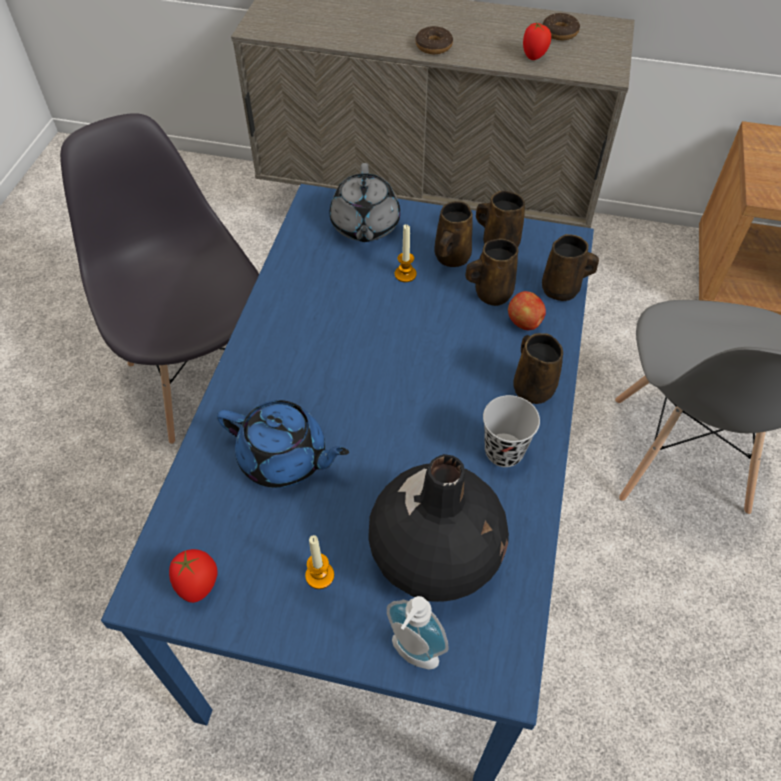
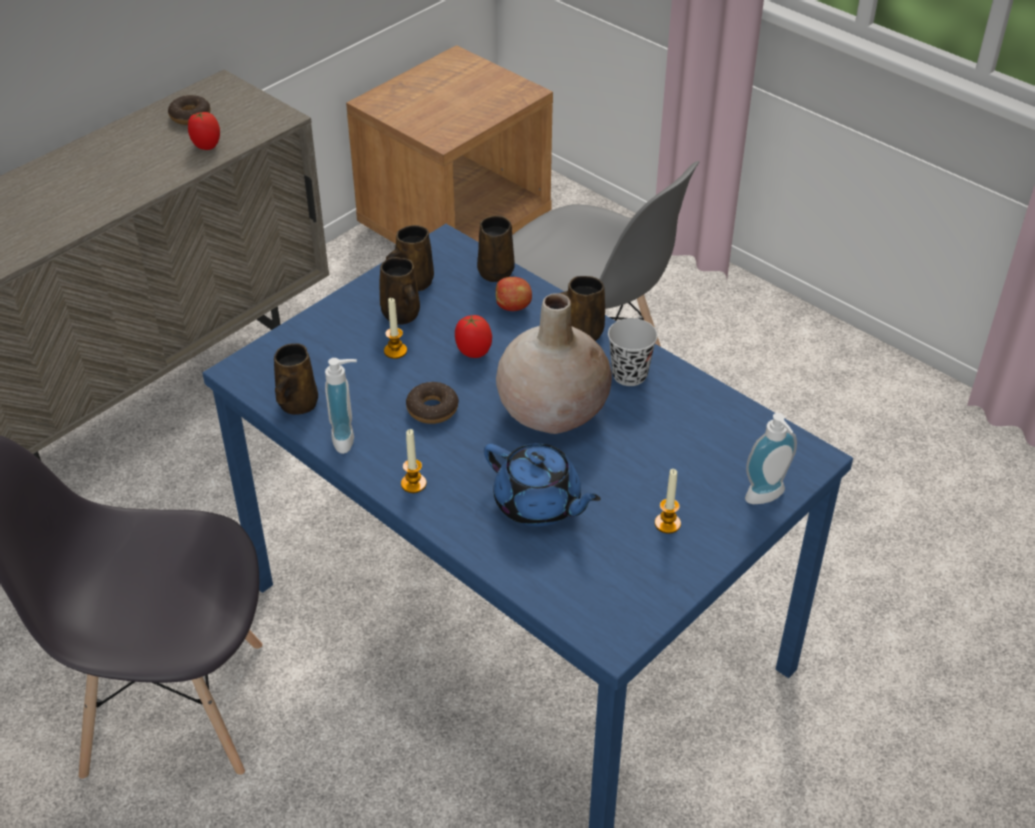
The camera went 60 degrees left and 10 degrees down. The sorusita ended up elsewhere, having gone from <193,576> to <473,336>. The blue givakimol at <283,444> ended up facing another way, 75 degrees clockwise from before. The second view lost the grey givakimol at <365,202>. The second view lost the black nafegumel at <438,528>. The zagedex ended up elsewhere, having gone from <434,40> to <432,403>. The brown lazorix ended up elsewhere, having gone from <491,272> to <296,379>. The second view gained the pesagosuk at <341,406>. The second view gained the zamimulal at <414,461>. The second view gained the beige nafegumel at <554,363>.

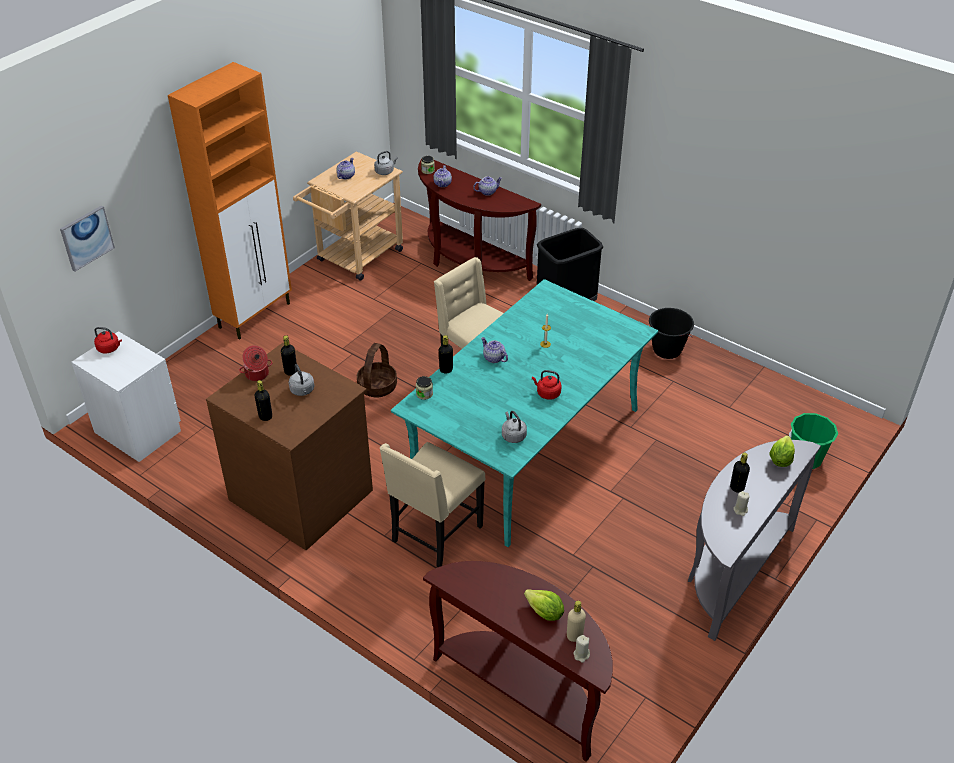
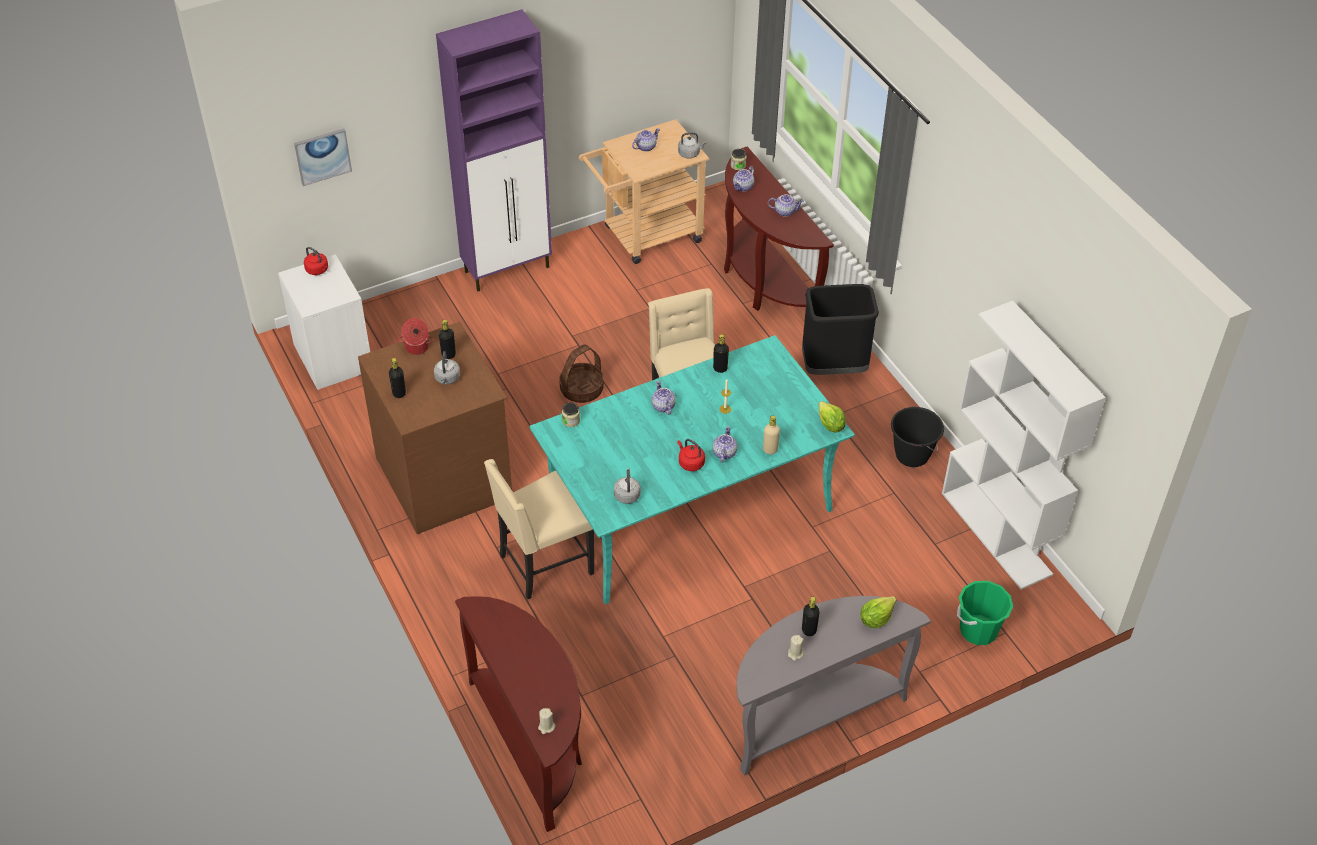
The camera went 25 degrees right and 5 degrees up. What was the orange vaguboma at <230,201> turned into the purple vaguboma at <494,150>. The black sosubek ended up elsewhere, having gone from <446,354> to <721,353>. The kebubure ended up elsewhere, having gone from <544,605> to <832,417>. The beige sosubek ended up elsewhere, having gone from <576,621> to <771,435>. The second view gained the givakimol at <725,444>. The second view gained the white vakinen at <1024,445>.

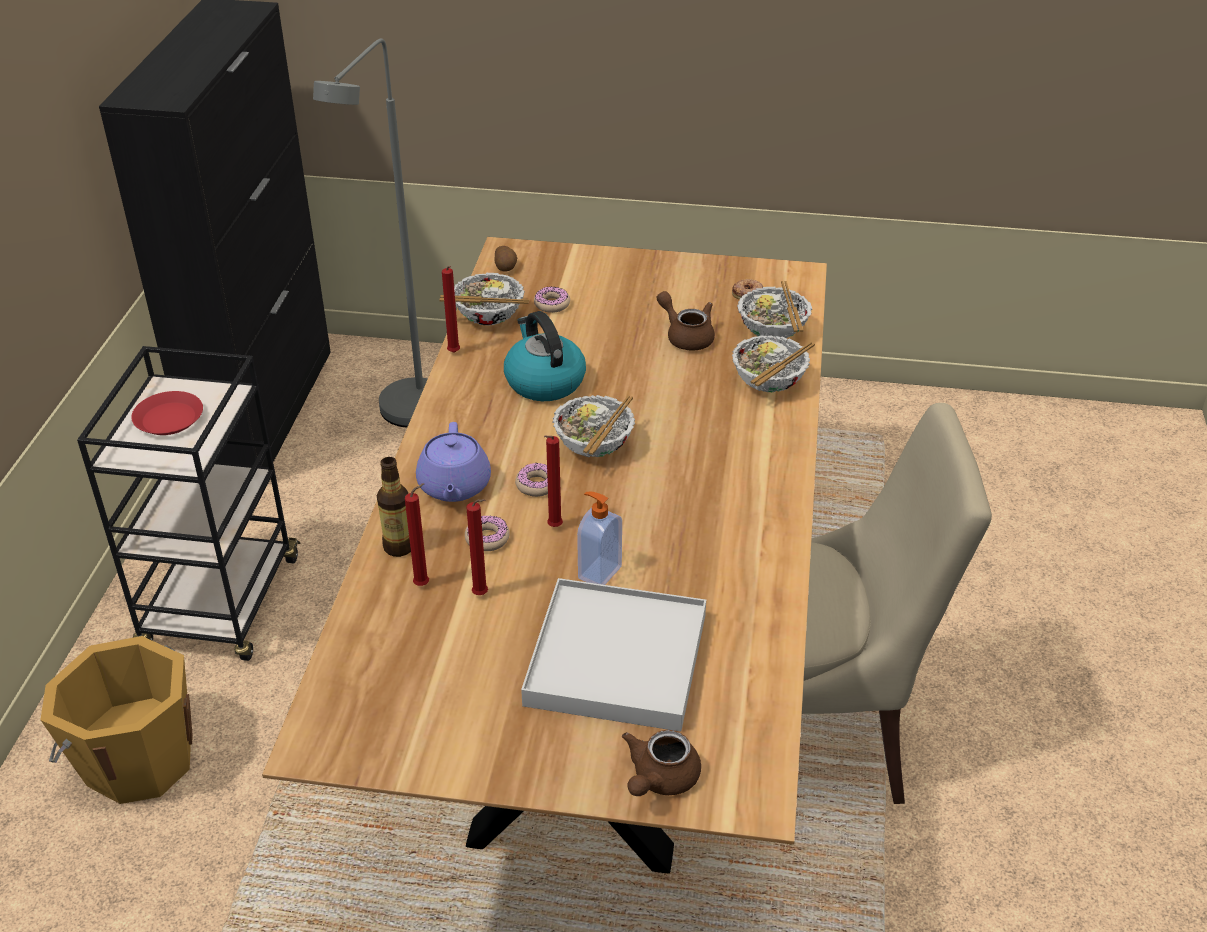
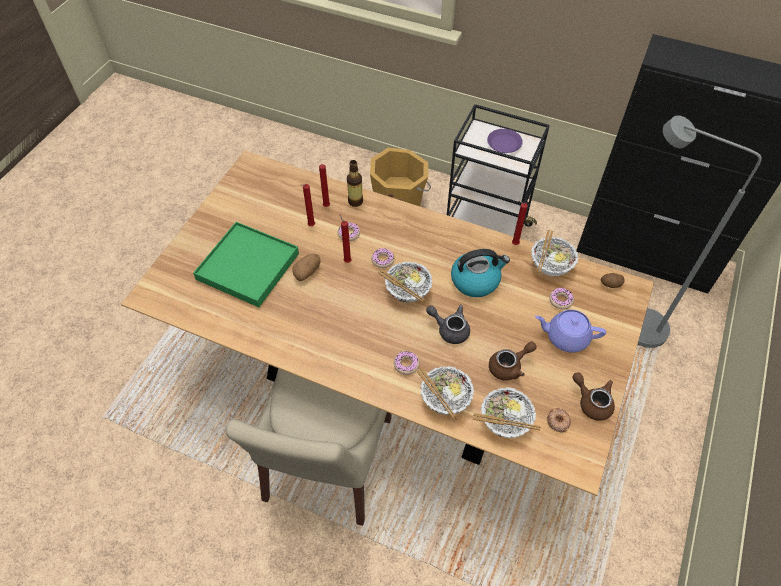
The camera went 105 degrees right and 15 degrees up. What was the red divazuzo at <167,413> turned into the purple divazuzo at <505,141>. The purple givakimol ended up elsewhere, having gone from <453,462> to <570,331>. What was the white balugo at <613,655> turned into the green balugo at <246,264>. Where the pesagosuk stood at <599,538>, the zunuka came to stand at <306,267>. The brown givakimol ended up elsewhere, having gone from <661,763> to <594,396>. The second view gained the zagedex at <407,363>. The second view gained the grey givakimol at <448,324>.

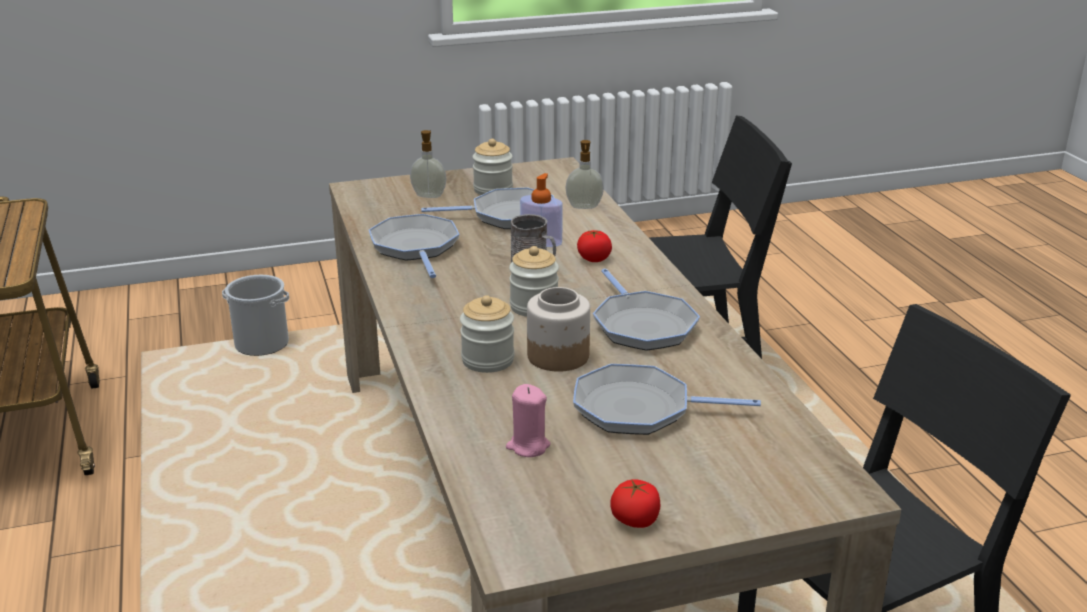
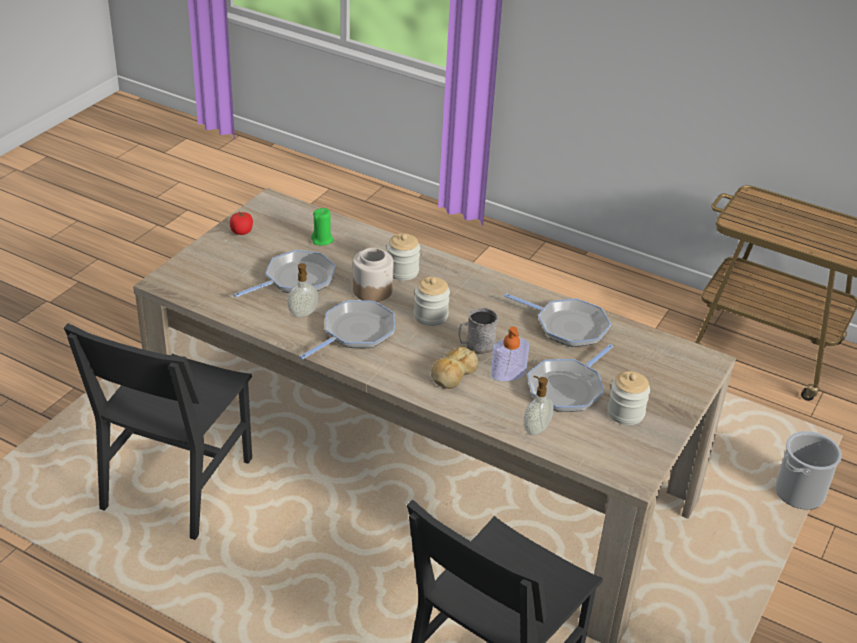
The camera went 135 degrees right and 10 degrees up. The pesagosuk ended up elsewhere, having gone from <428,164> to <302,290>. What was the pink zamimulal at <528,420> turned into the green zamimulal at <322,227>. Where the sorusita stood at <594,246>, the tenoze came to stand at <454,368>. The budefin at <646,310> ended up facing another way, 105 degrees clockwise from before.

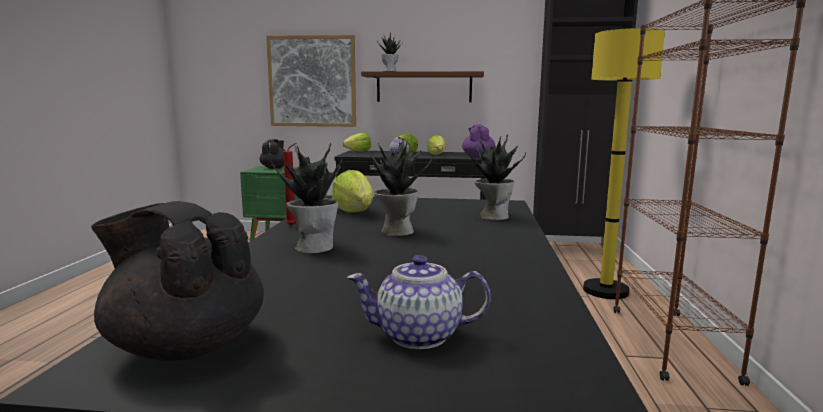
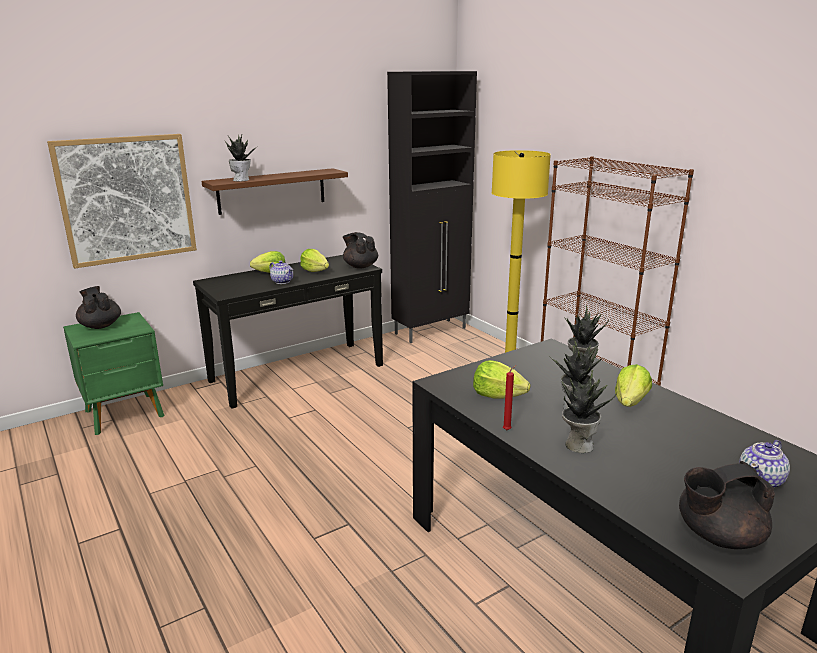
The camera went 40 degrees left and 10 degrees up. The kebubure ended up elsewhere, having gone from <357,142> to <633,385>. What was the purple givakimol at <479,140> turned into the black givakimol at <360,250>.

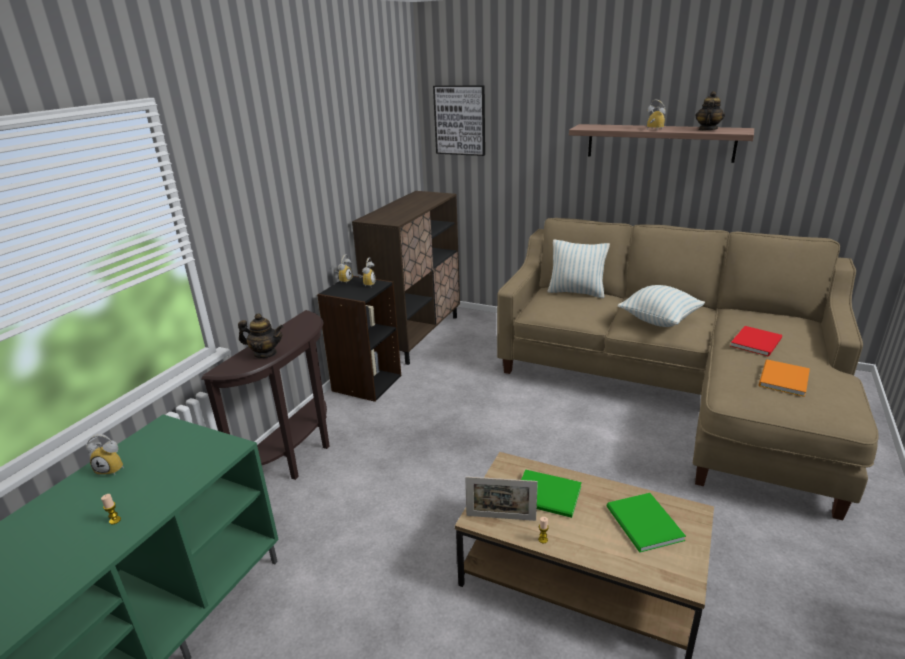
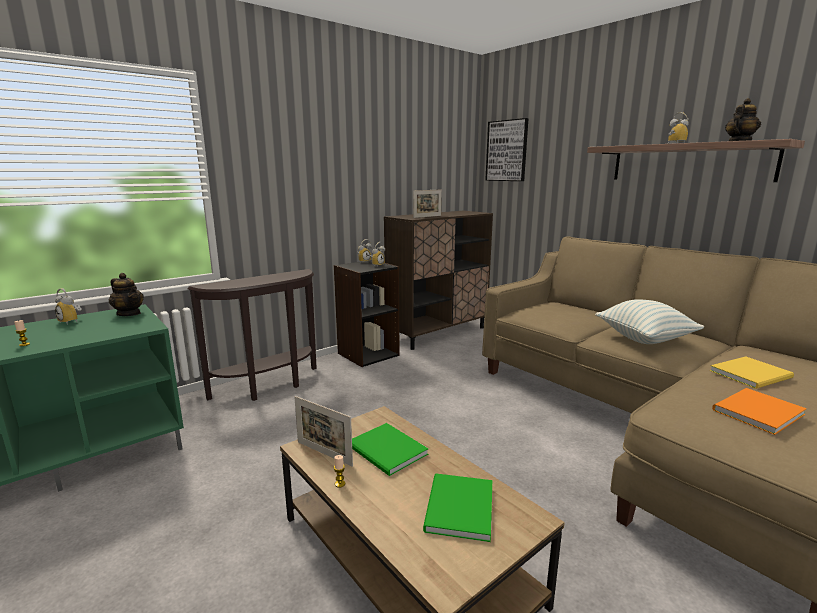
The camera went 25 degrees right and 10 degrees down. The givakimol ended up elsewhere, having gone from <260,335> to <126,294>. The second view lost the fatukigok at <579,268>. What was the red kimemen at <756,341> turned into the yellow kimemen at <752,372>. The second view gained the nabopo at <427,204>.

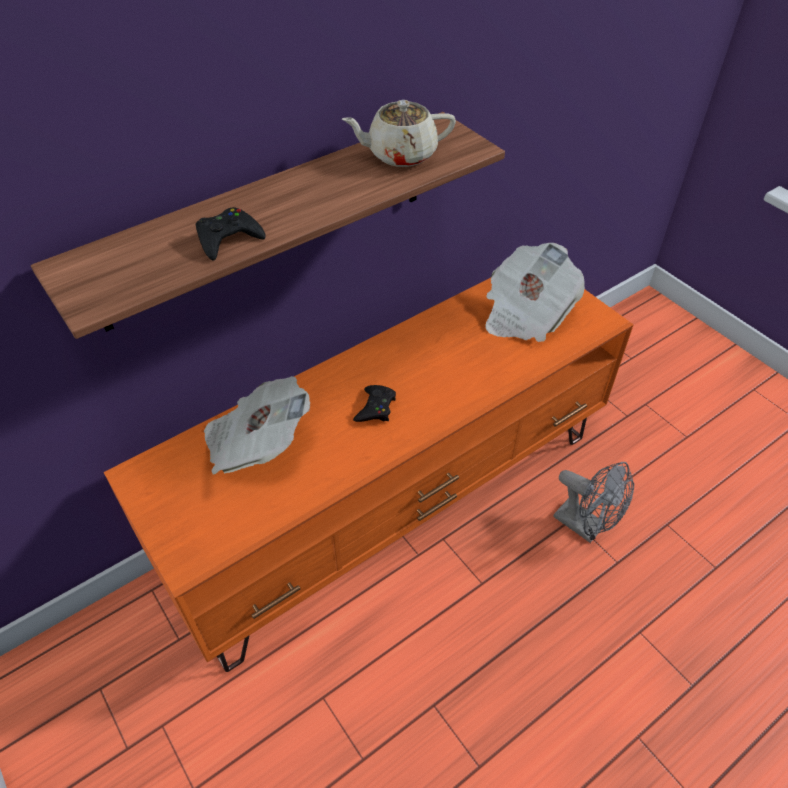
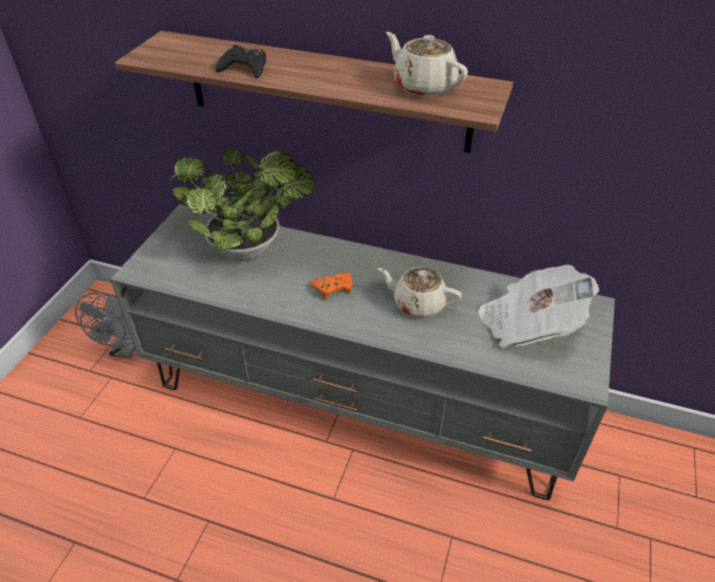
The camera went 55 degrees right and 5 degrees down. What was the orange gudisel at <369,475> turned into the grey gudisel at <362,352>. Where the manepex stood at <257,425>, the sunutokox came to stand at <241,204>. What was the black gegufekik at <374,403> turned into the orange gegufekik at <331,286>. The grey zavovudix ended up elsewhere, having gone from <594,502> to <105,325>. The second view gained the beige givakimol at <419,291>.

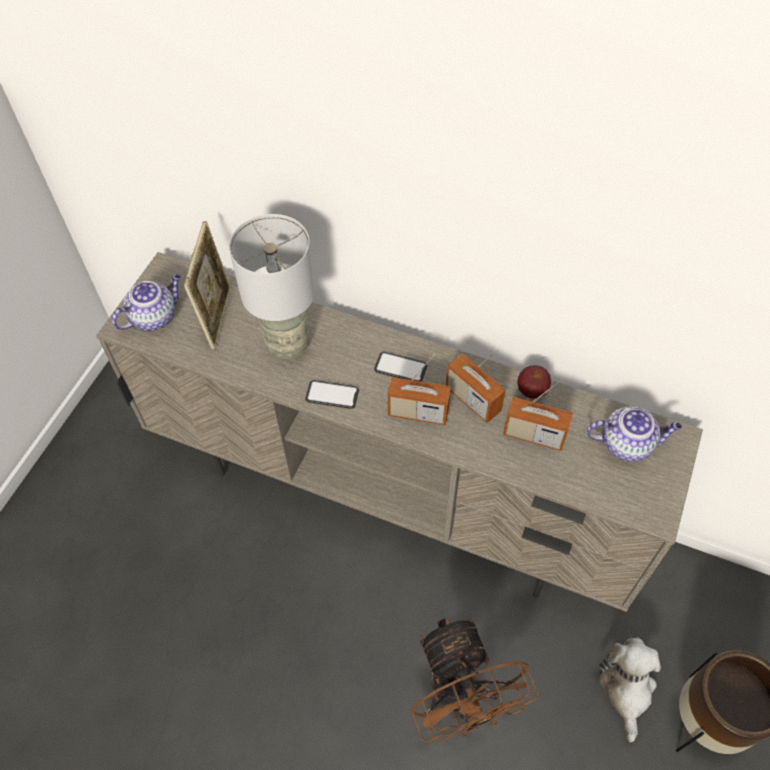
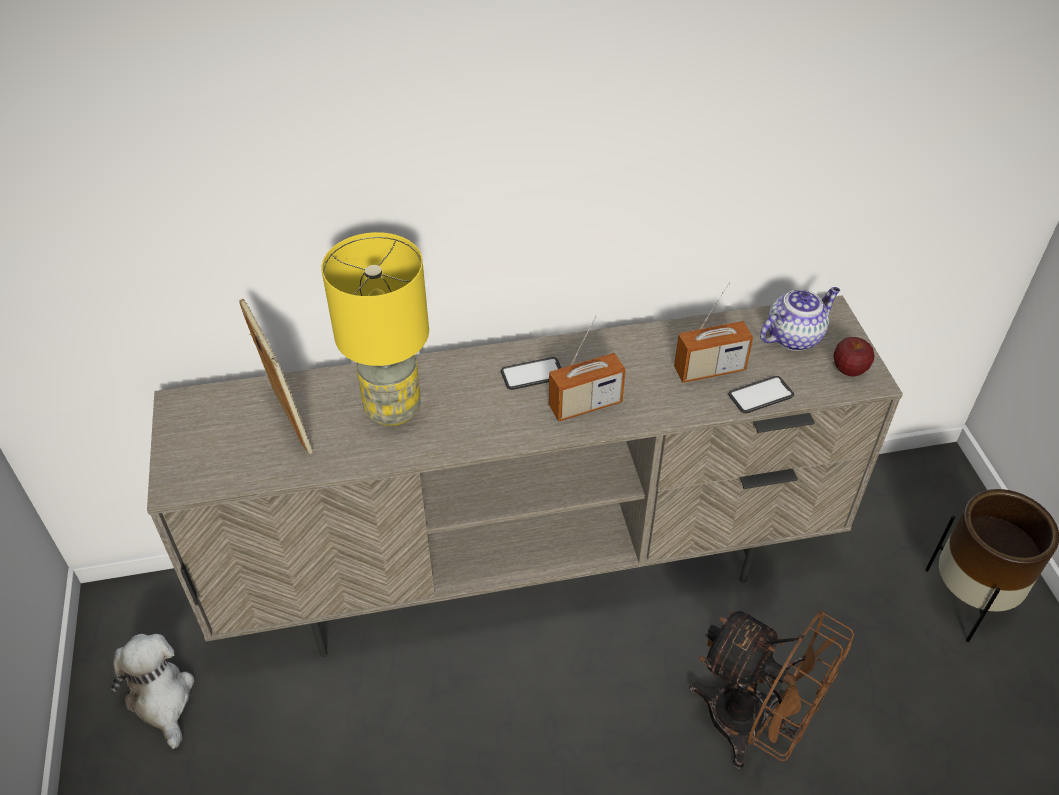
The camera went 35 degrees left and 10 degrees down. The second view lost the givakimol at <146,302>. What was the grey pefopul at <272,286> turned into the yellow pefopul at <375,329>. The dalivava ended up elsewhere, having gone from <332,394> to <761,394>. The second view lost the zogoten at <476,386>. The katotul ended up elsewhere, having gone from <534,382> to <854,356>. The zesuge ended up elsewhere, having gone from <630,689> to <152,691>.

